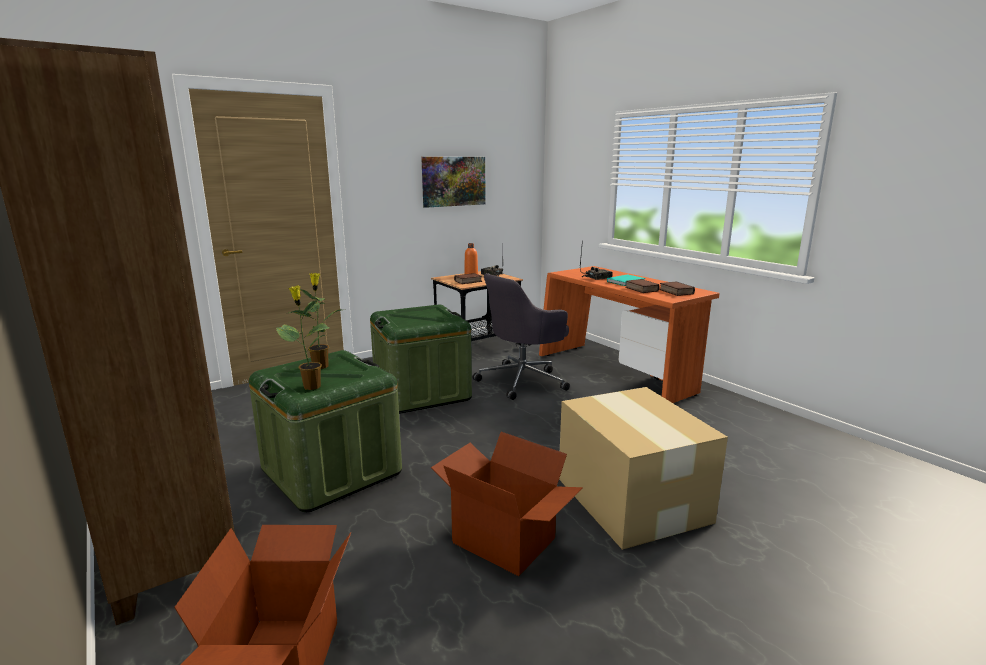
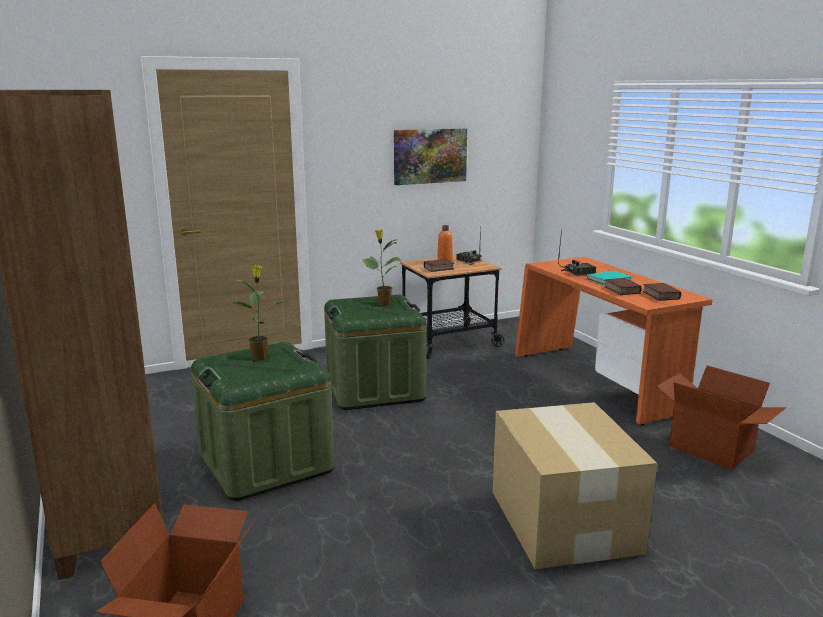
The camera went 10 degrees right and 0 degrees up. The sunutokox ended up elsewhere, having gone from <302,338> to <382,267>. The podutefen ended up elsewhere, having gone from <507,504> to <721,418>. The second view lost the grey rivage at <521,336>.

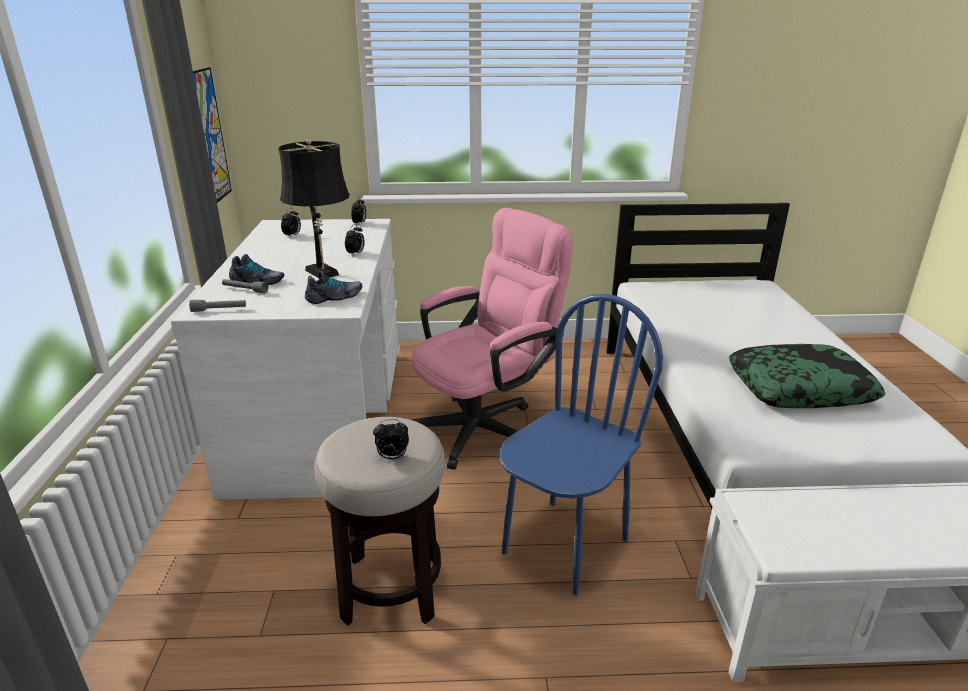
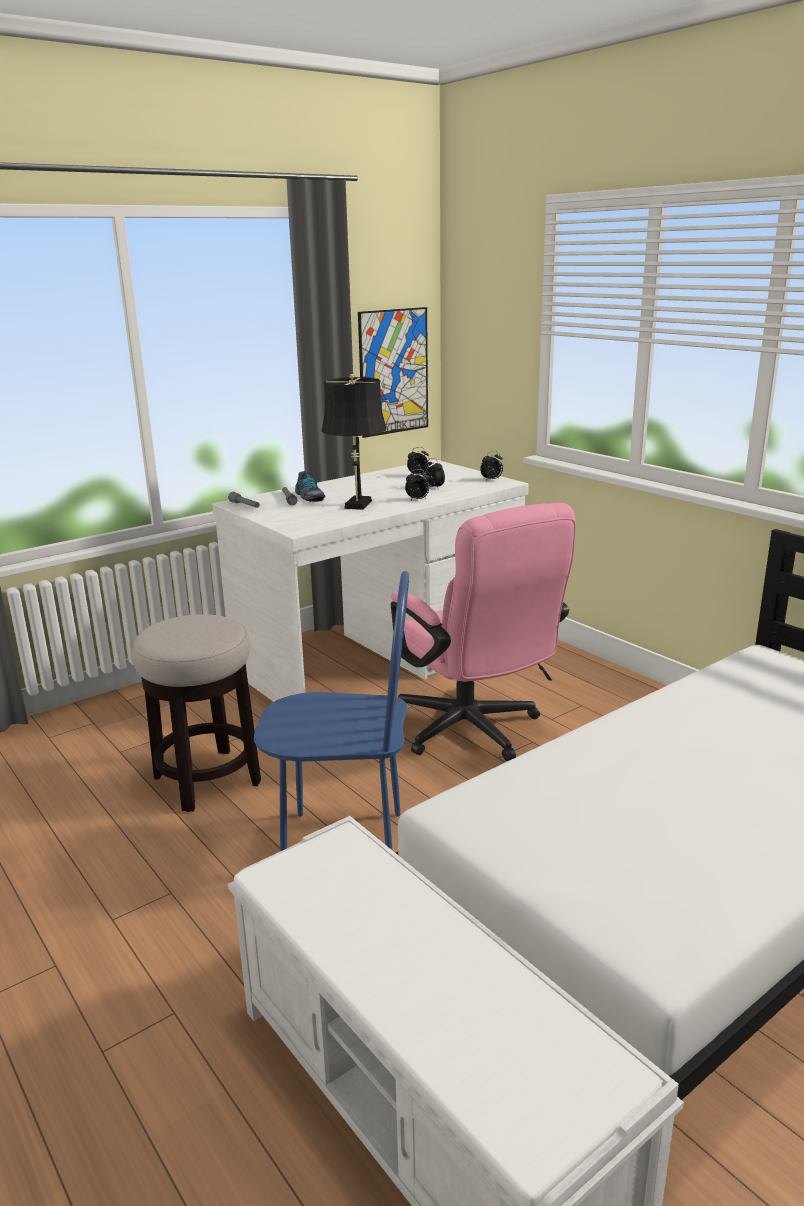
The camera went 55 degrees right and 5 degrees down. The second view lost the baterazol at <333,287>. The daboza ended up elsewhere, having gone from <391,439> to <434,473>. The pink rivage at <492,339> ended up facing another way, 45 degrees clockwise from before. The second view lost the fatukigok at <807,376>.

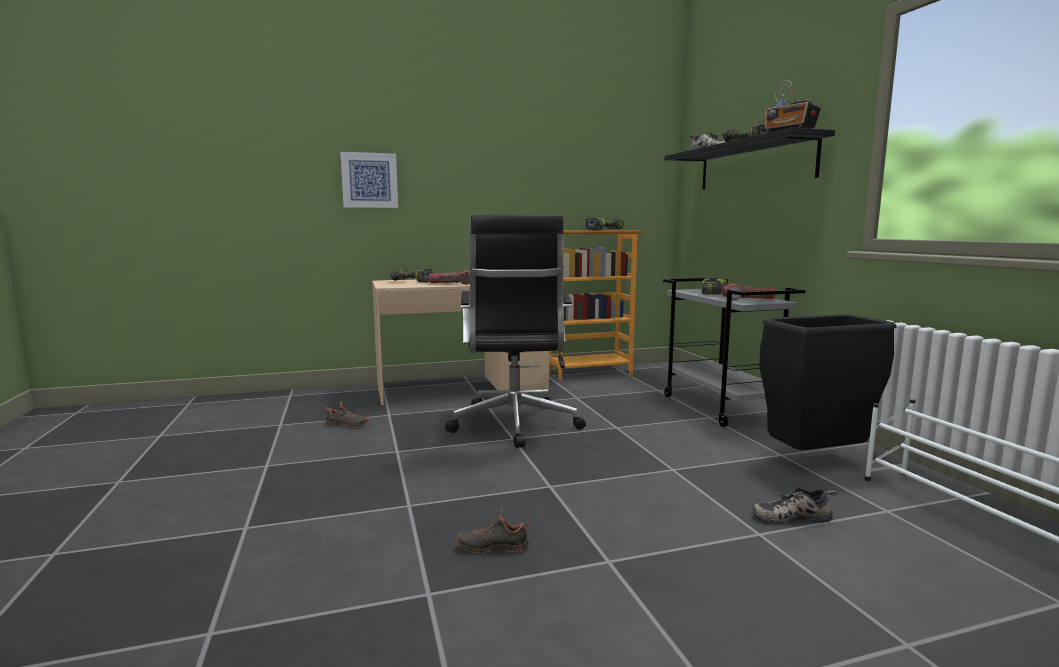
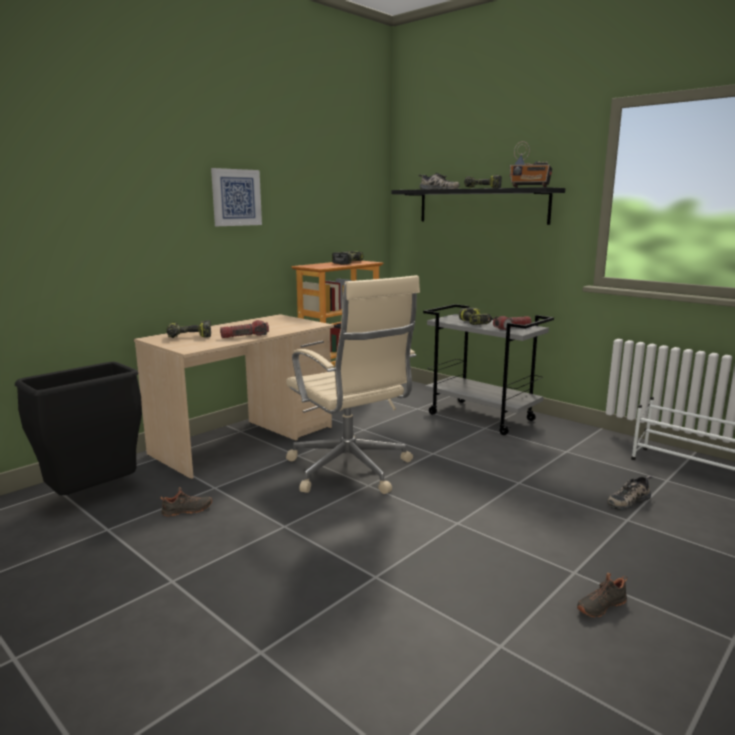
The camera went 30 degrees left and 5 degrees up. The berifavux ended up elsewhere, having gone from <369,180> to <236,197>. What was the black rivage at <515,331> turned into the beige rivage at <353,384>. The black baterazol ended up elsewhere, having gone from <493,531> to <602,595>. The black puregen ended up elsewhere, having gone from <828,382> to <78,428>.

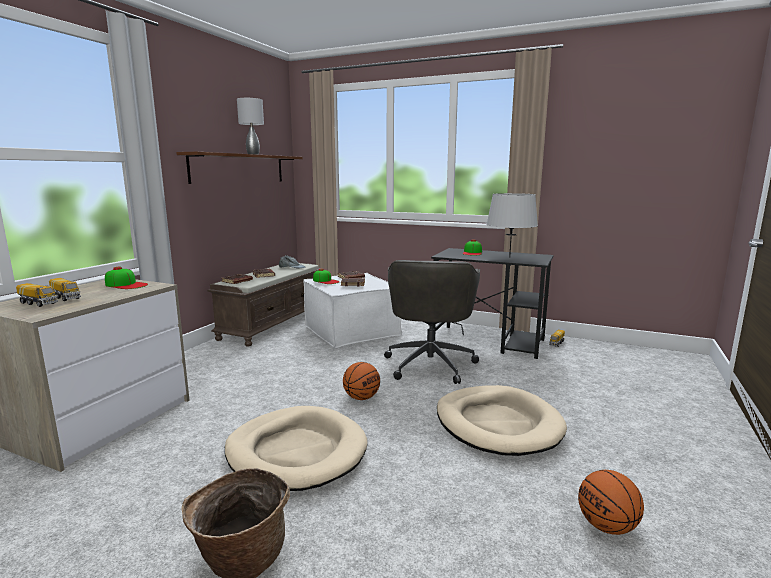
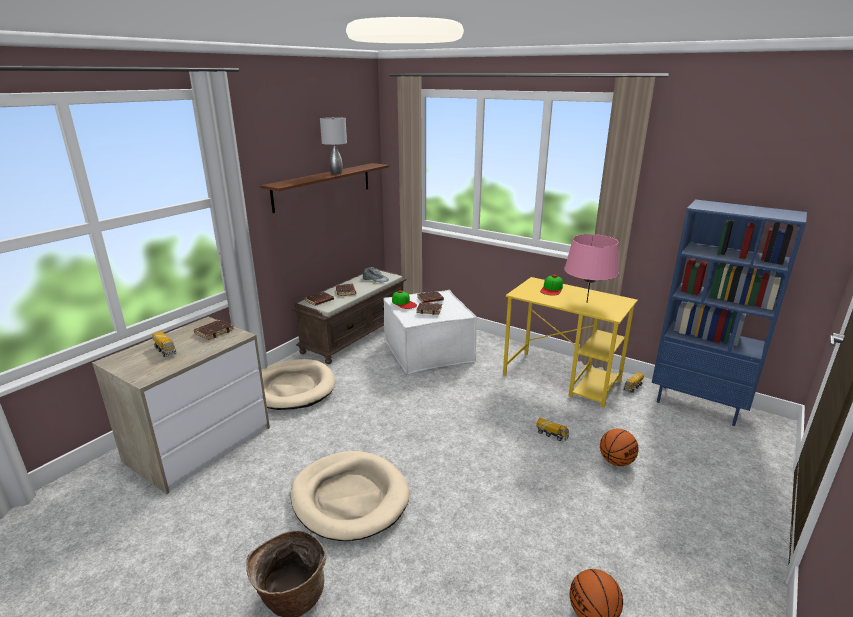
The camera went 10 degrees right and 10 degrees up. The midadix ended up elsewhere, having gone from <37,295> to <552,429>. Where the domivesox stood at <126,278>, the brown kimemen came to stand at <214,330>. The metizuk ended up elsewhere, having gone from <361,381> to <619,447>. The second view lost the grey rivage at <432,322>. What was the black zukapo at <492,303> turned into the yellow zukapo at <570,342>. The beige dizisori ended up elsewhere, having gone from <502,420> to <298,384>. What was the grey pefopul at <512,225> turned into the pink pefopul at <591,268>. The second view gained the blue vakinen at <729,313>.

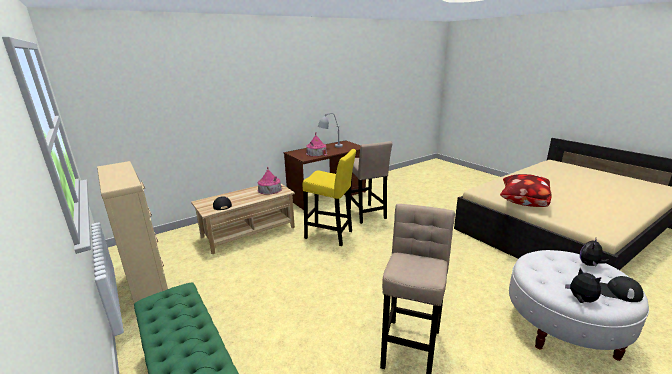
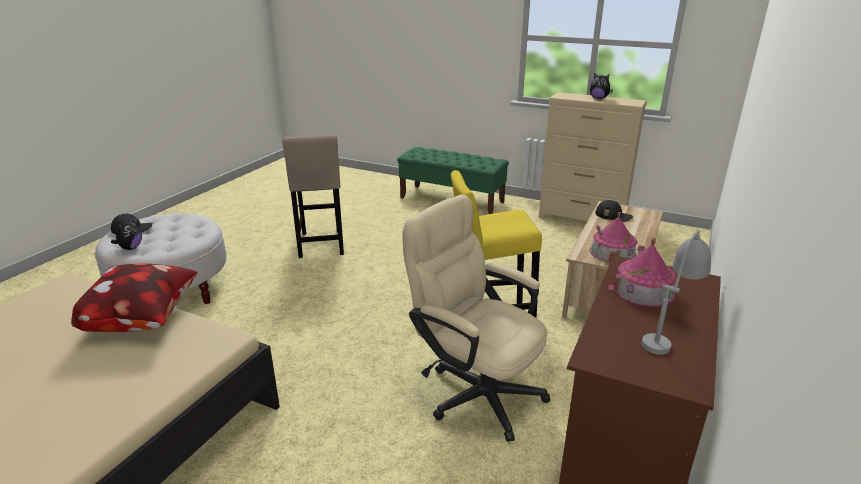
The camera went 150 degrees right and 5 degrees up. Where the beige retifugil stood at <371,182>, the beige rivage came to stand at <476,318>. The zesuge ended up elsewhere, having gone from <583,285> to <601,86>.

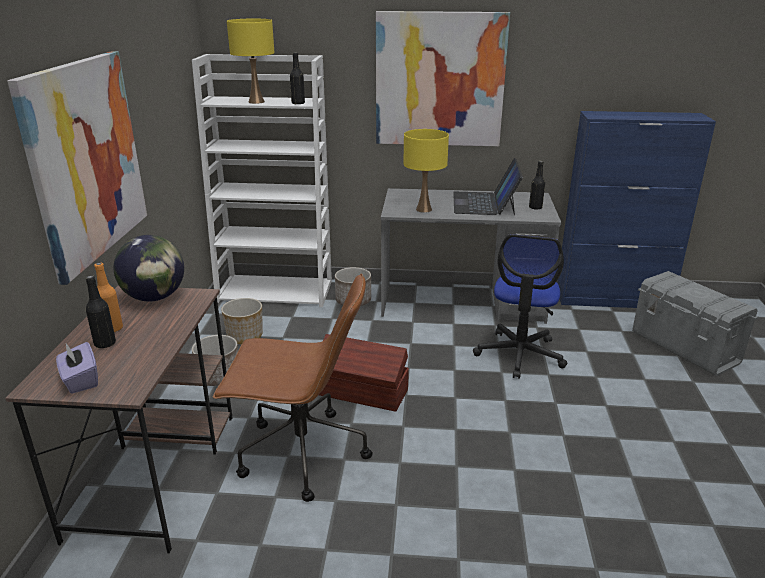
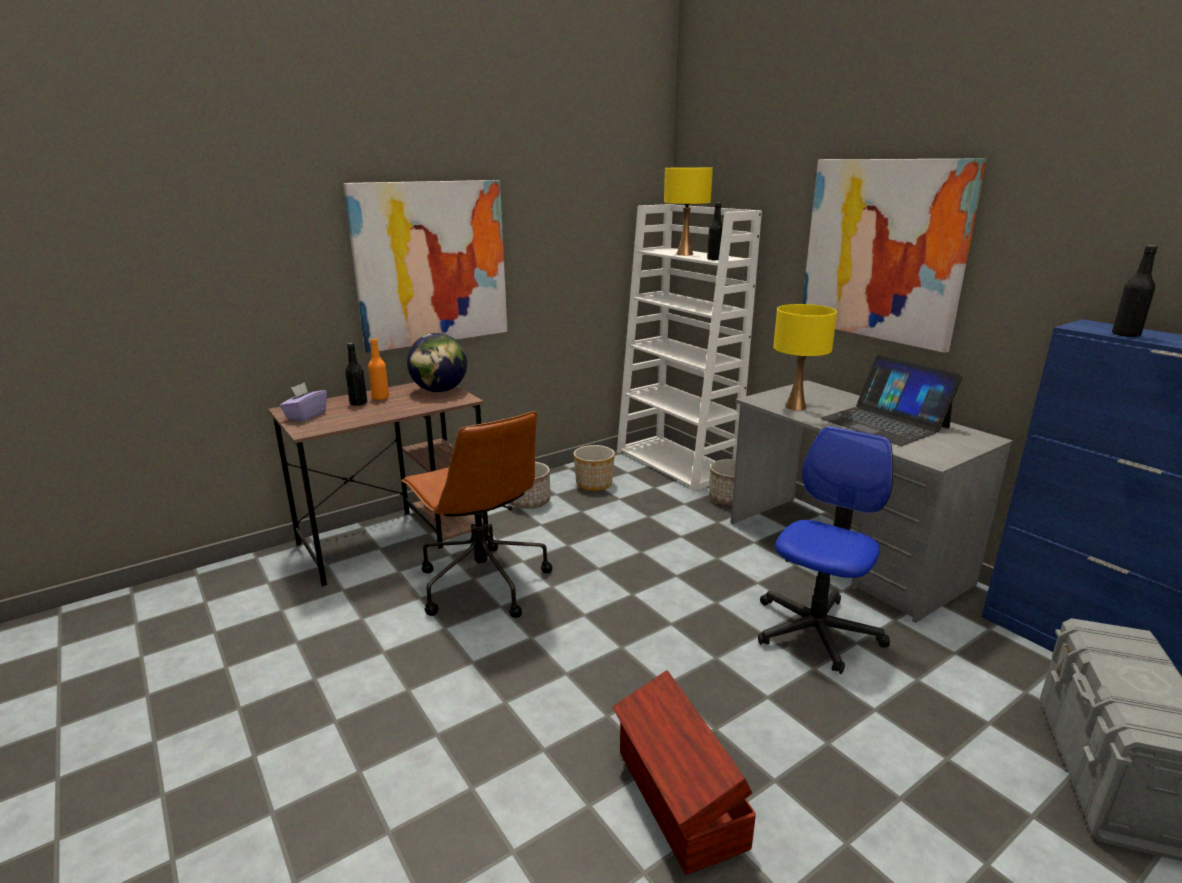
The camera went 50 degrees right and 5 degrees down. The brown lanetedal ended up elsewhere, having gone from <364,373> to <684,772>. The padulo at <488,186> ended up facing another way, 90 degrees counterclockwise from before. The rivage at <520,306> ended up facing another way, 150 degrees clockwise from before. The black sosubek ended up elsewhere, having gone from <537,185> to <1135,291>.

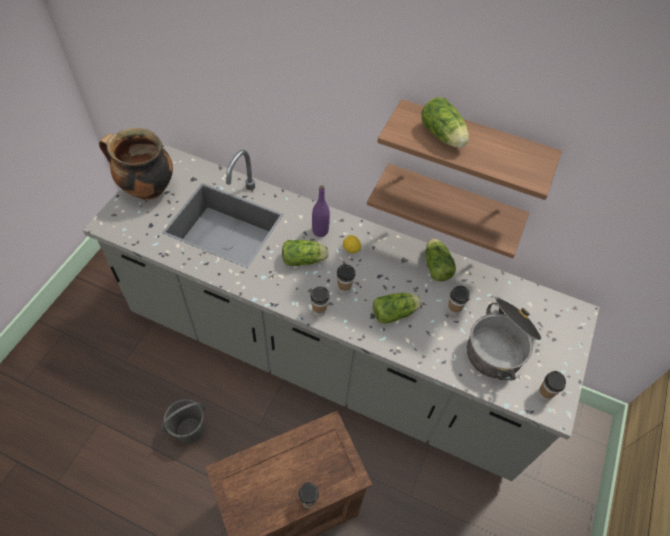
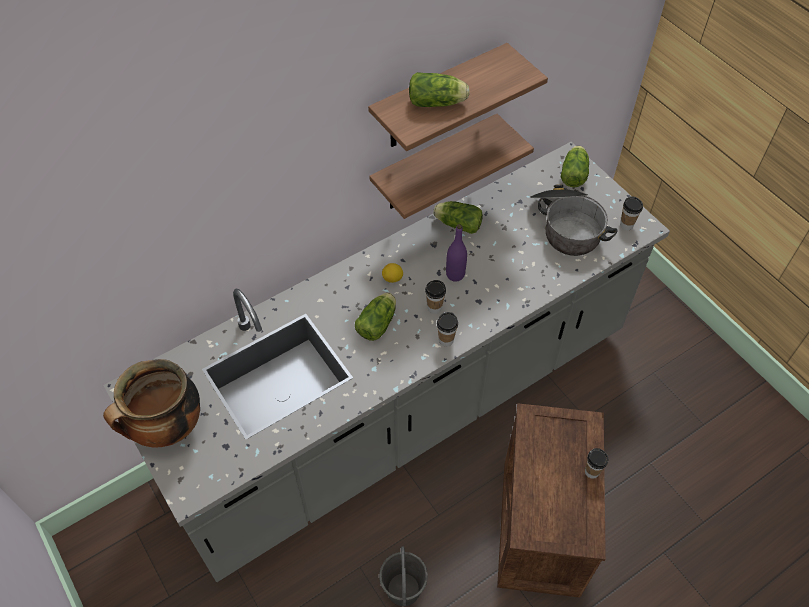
The camera went 55 degrees left and 0 degrees up. The purple sosubek ended up elsewhere, having gone from <321,211> to <456,253>. The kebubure ended up elsewhere, having gone from <397,308> to <575,166>. The second view lost the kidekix at <458,301>.

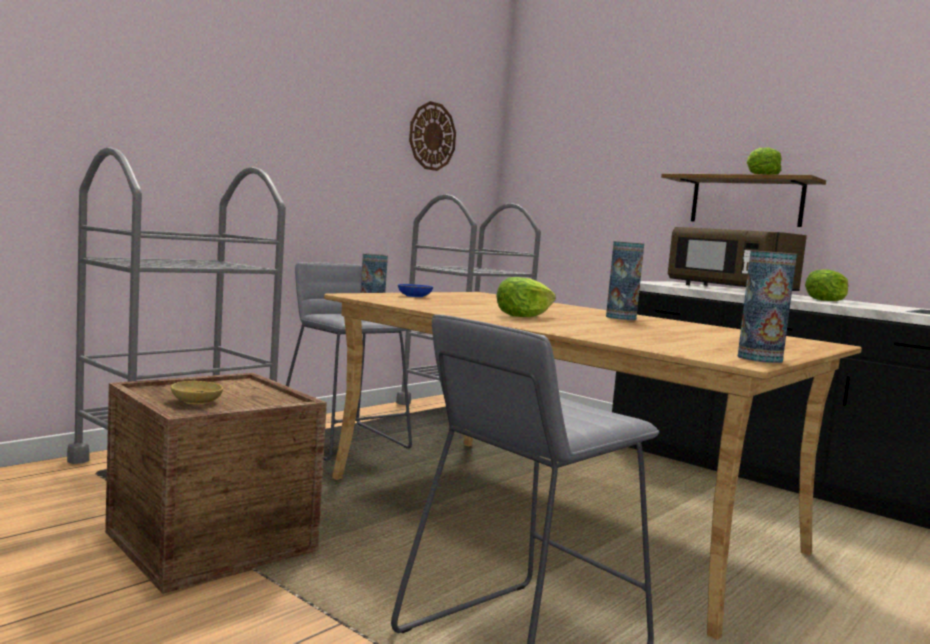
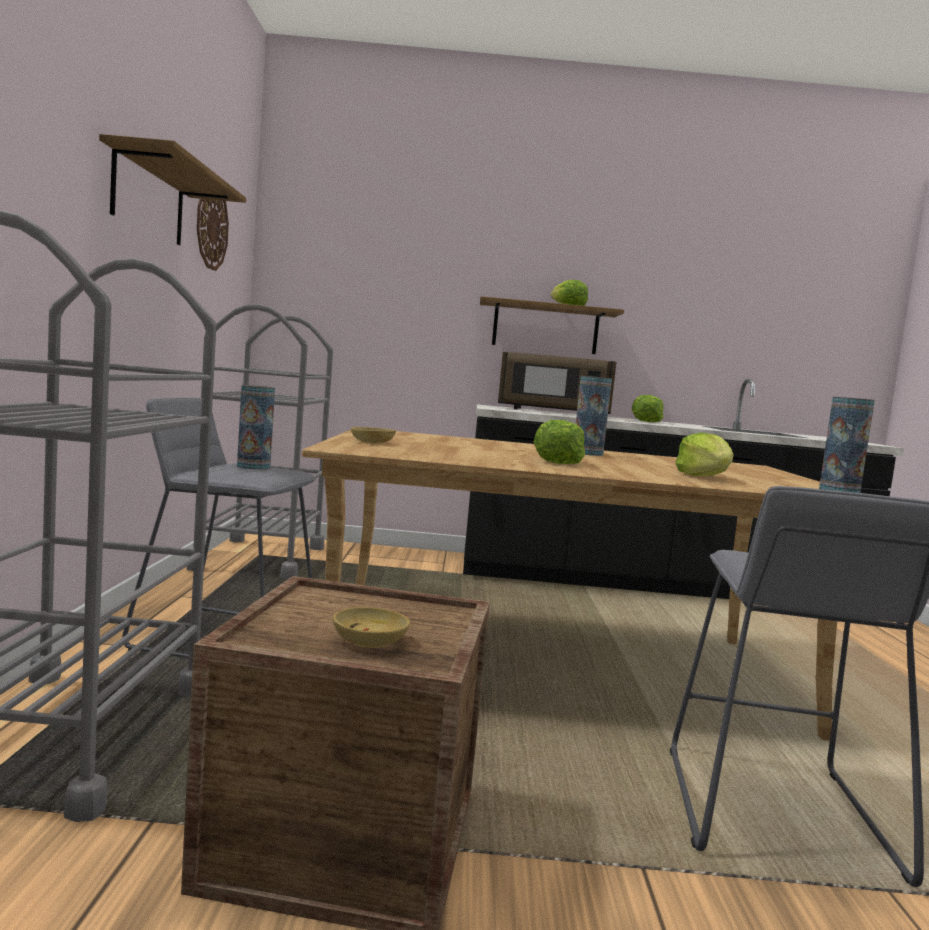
The camera went 40 degrees left and 0 degrees up. What was the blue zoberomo at <415,290> turned into the beige zoberomo at <373,435>. The second view gained the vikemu at <172,189>. The second view gained the kebubure at <704,454>.

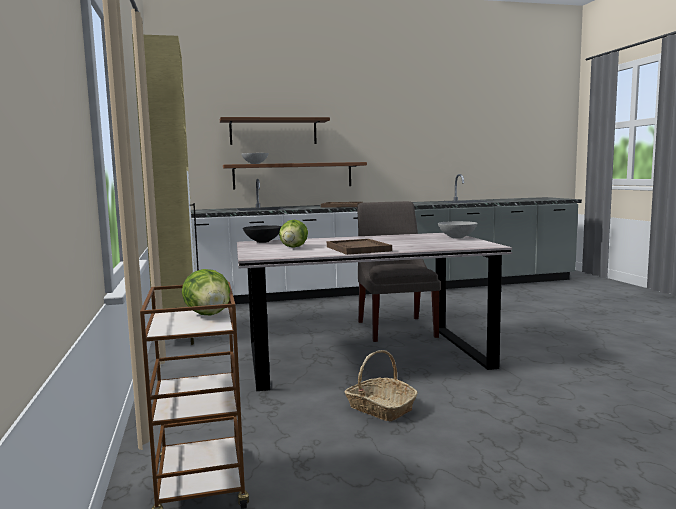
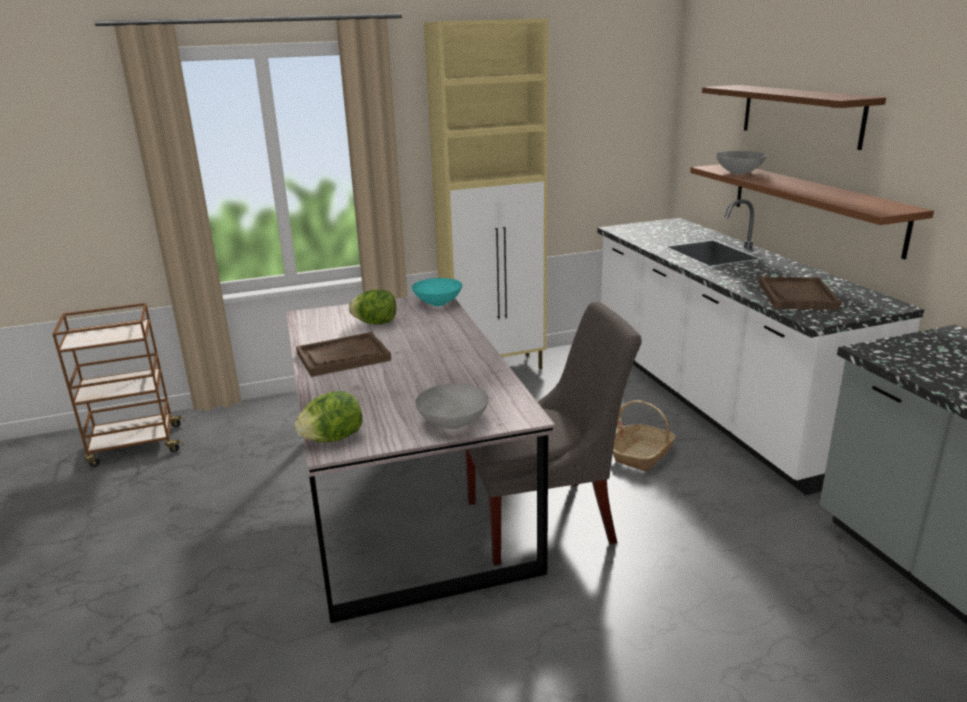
The camera went 85 degrees right and 15 degrees up. The kebubure ended up elsewhere, having gone from <206,292> to <328,416>. What was the black zoberomo at <262,234> turned into the turquoise zoberomo at <437,292>. The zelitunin ended up elsewhere, having gone from <381,385> to <644,436>.

